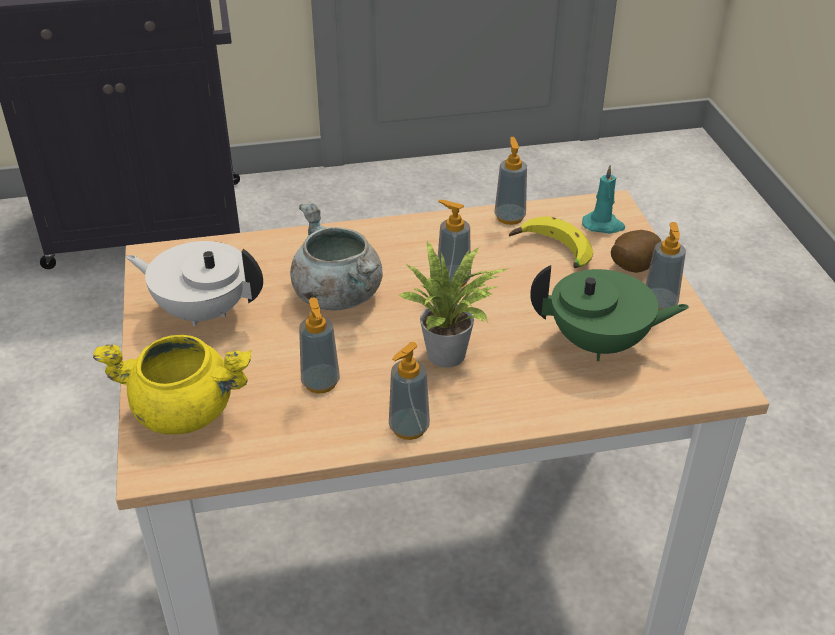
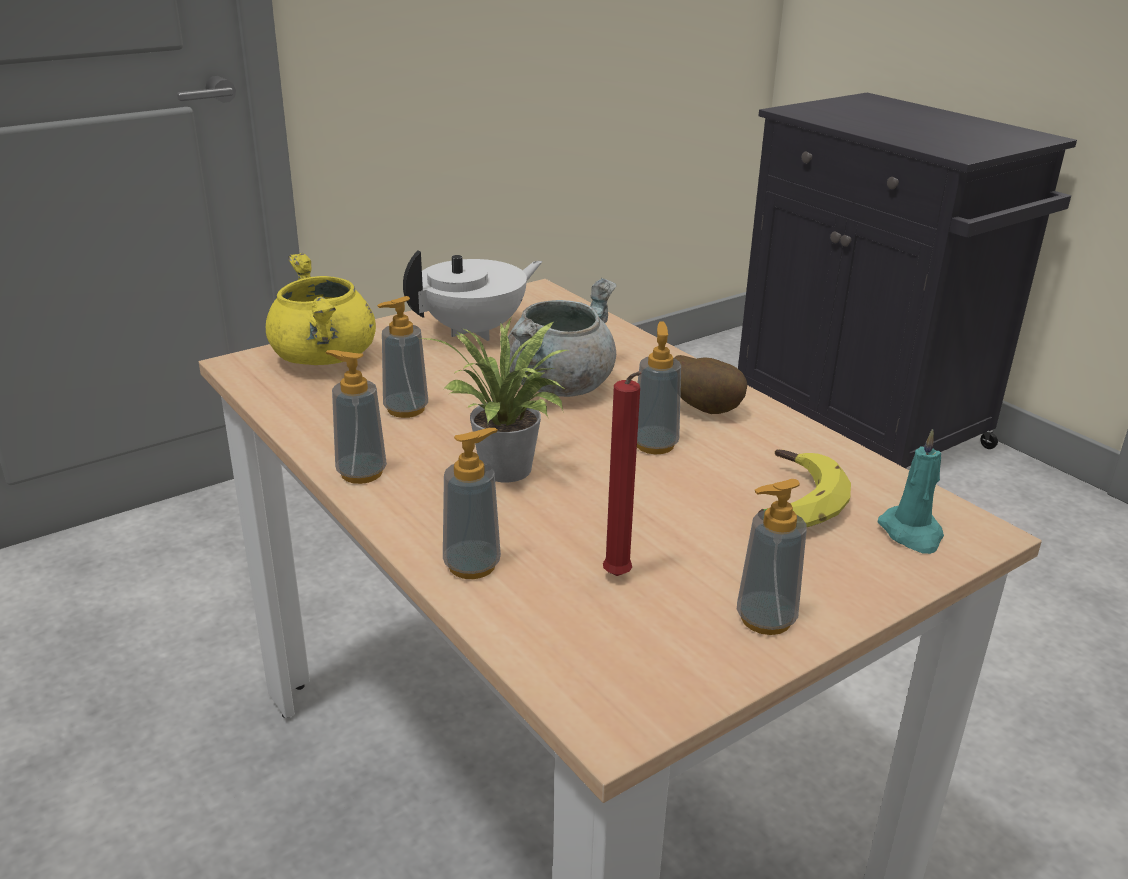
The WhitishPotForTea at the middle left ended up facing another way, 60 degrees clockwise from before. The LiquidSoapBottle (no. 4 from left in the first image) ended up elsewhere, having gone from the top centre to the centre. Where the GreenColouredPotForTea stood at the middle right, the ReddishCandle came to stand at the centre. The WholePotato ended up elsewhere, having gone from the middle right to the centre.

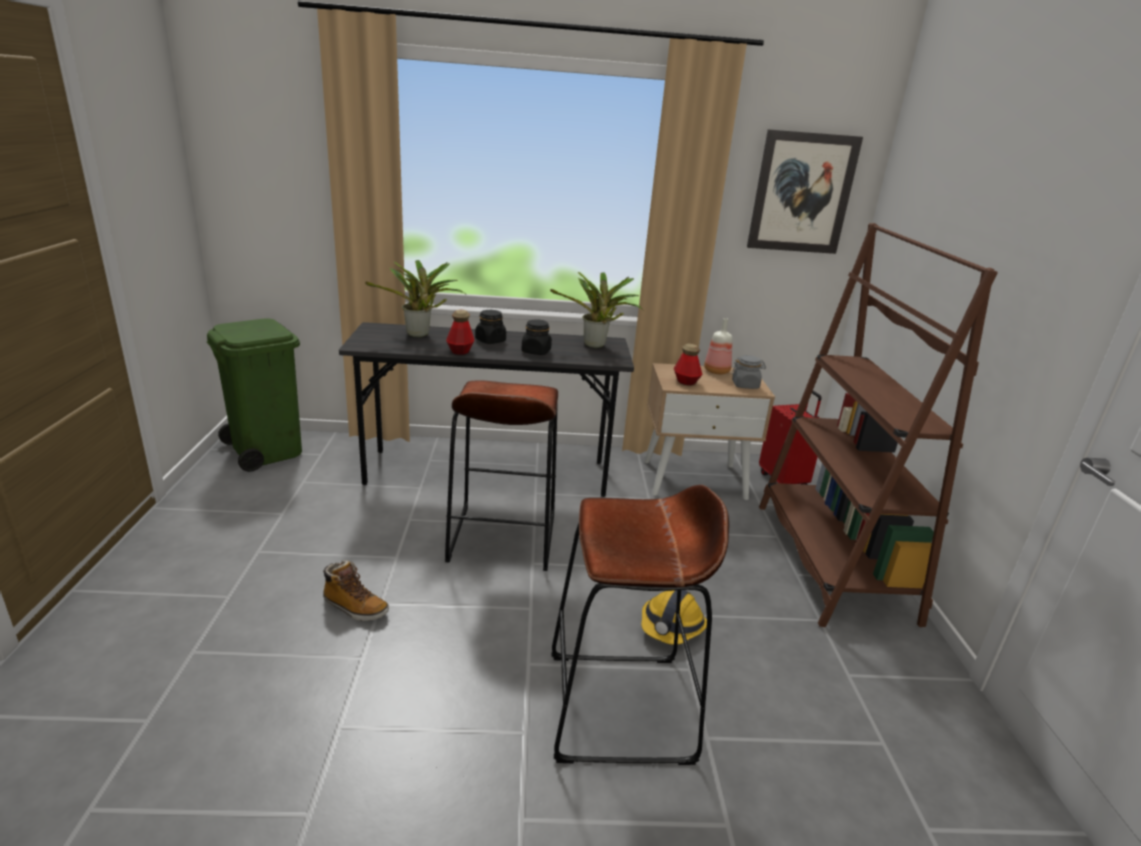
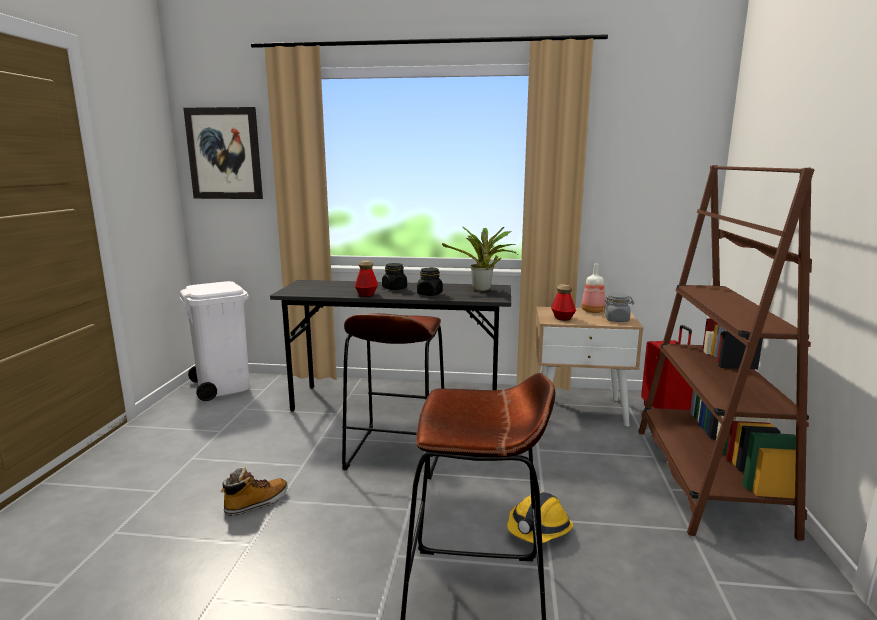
What was the GreenColouredTrashCan at the middle left turned into the WhitishTrashCan at the middle left. The HighTopBoot at the bottom left ended up facing another way, 75 degrees counterclockwise from before. The second view lost the PottedPlant (no. 1 from left) at the centre. The WallArt ended up elsewhere, having gone from the top right to the top left.

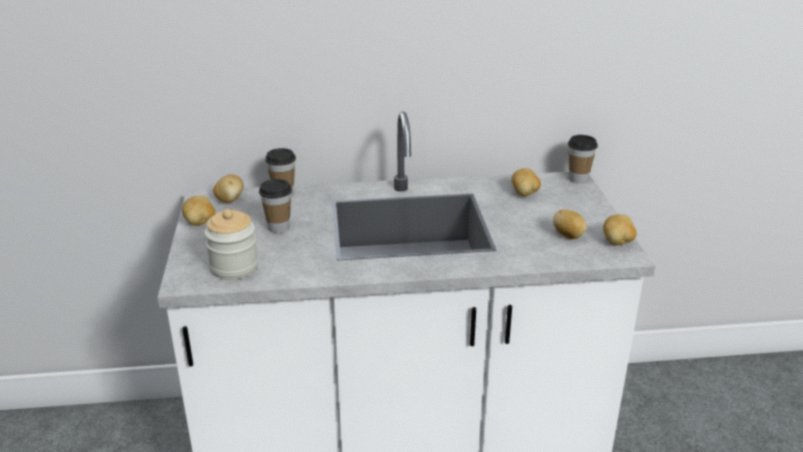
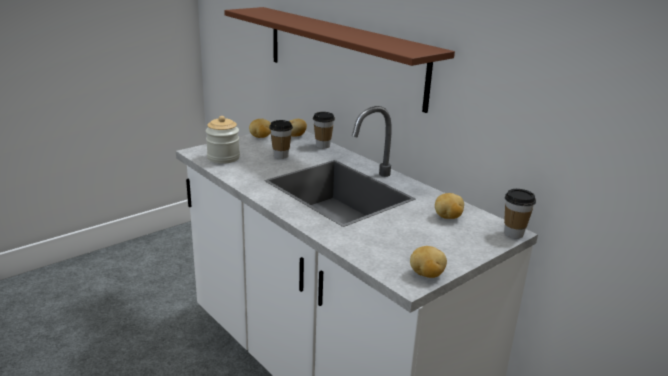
The second view lost the WholePotato (no. 4 from left) at the middle right. The second view gained the BrownishWallShelf at the top centre.

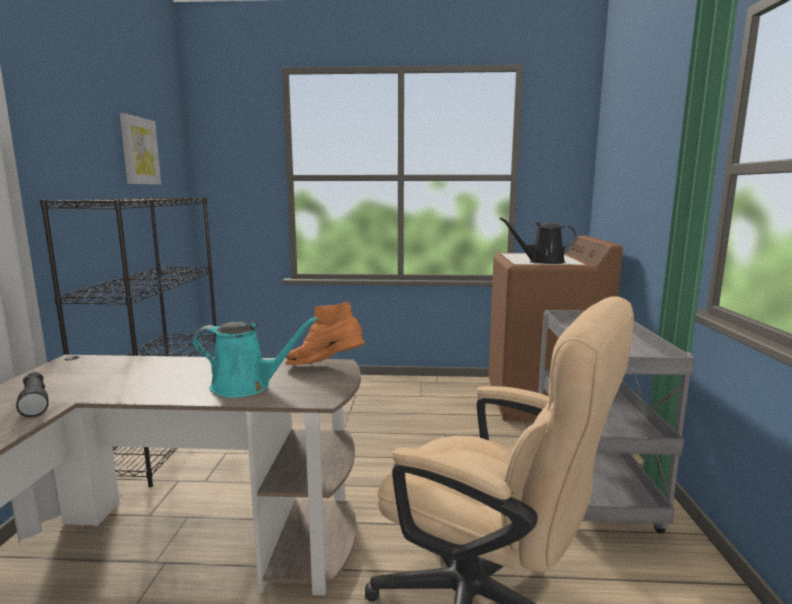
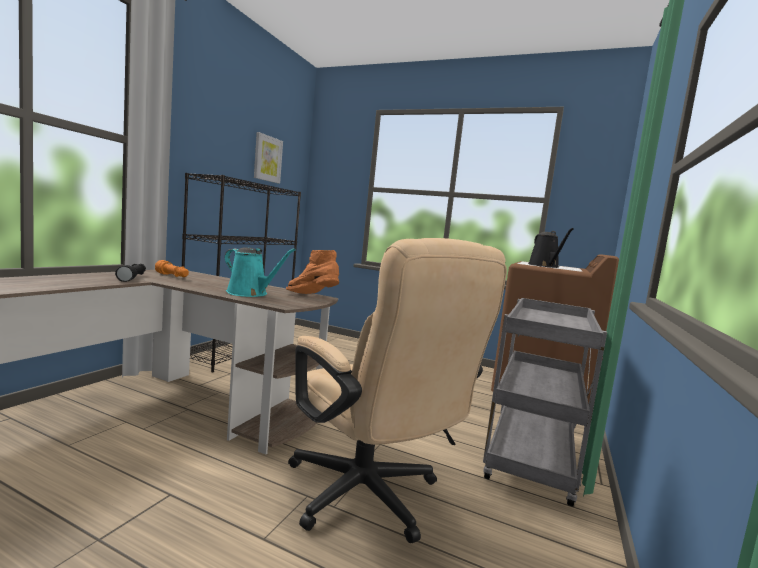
The BlackishSprinklingCan at the middle right ended up facing another way, 120 degrees counterclockwise from before. The second view gained the OrangeHandTorch at the middle left.

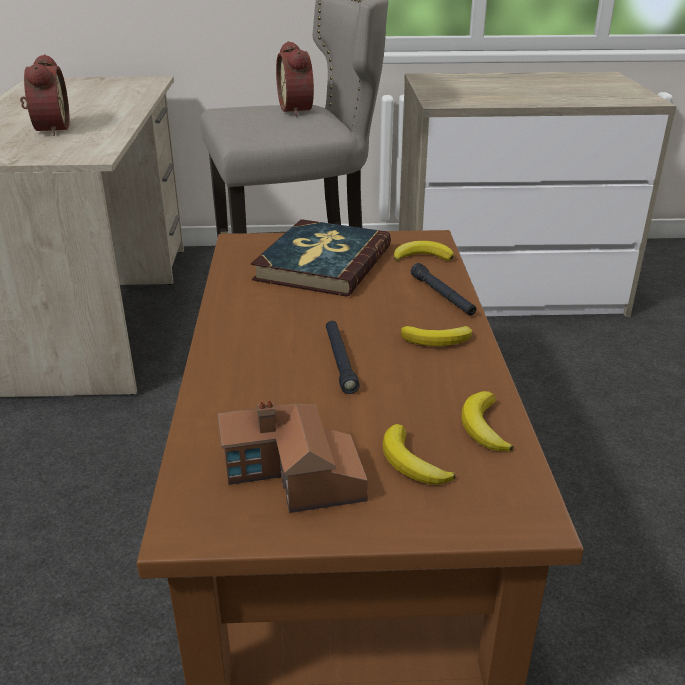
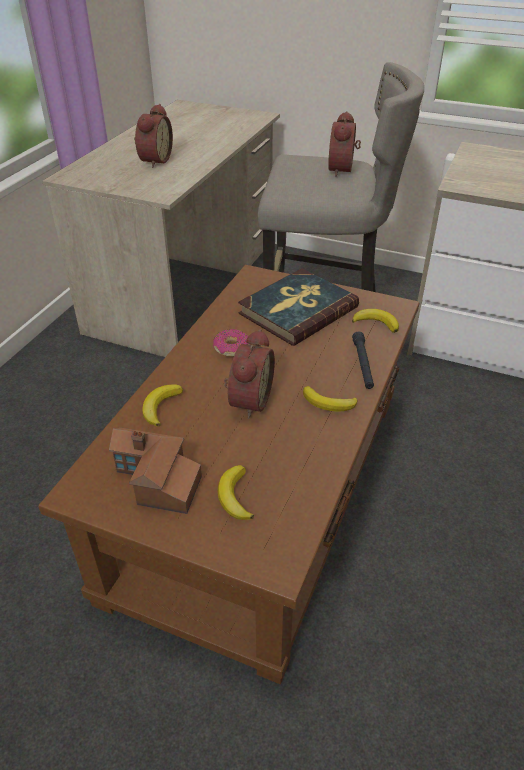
Where the BlackishHandTorch (no. 1 from left) stood at the centre, the AlarmClock (no. 2 from left) came to stand at the centre. The Banana (no. 4 from left in the first image) ended up elsewhere, having gone from the middle right to the middle left. The second view gained the Doughnut at the centre.

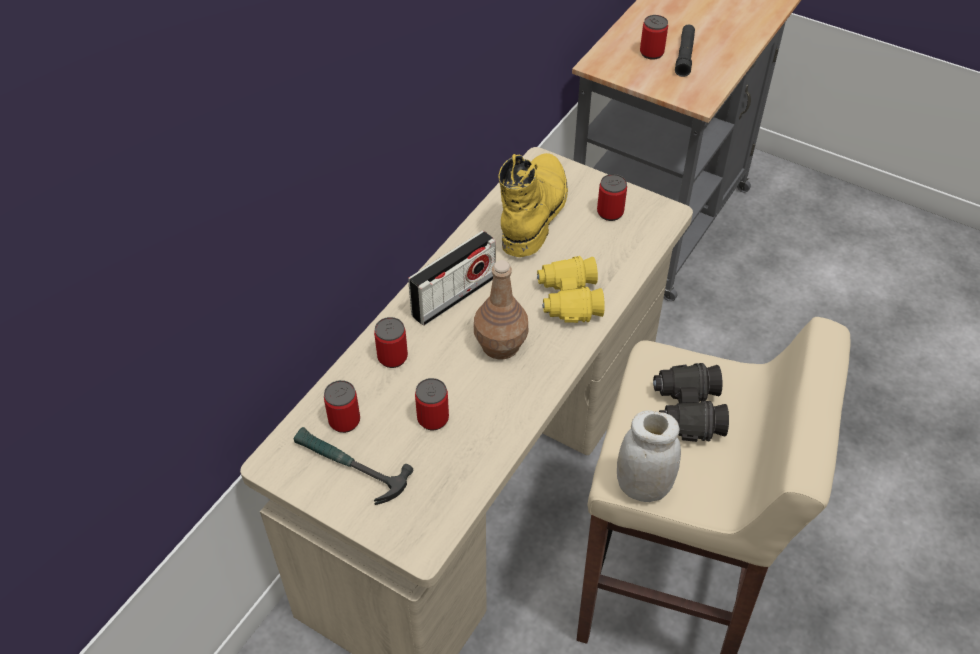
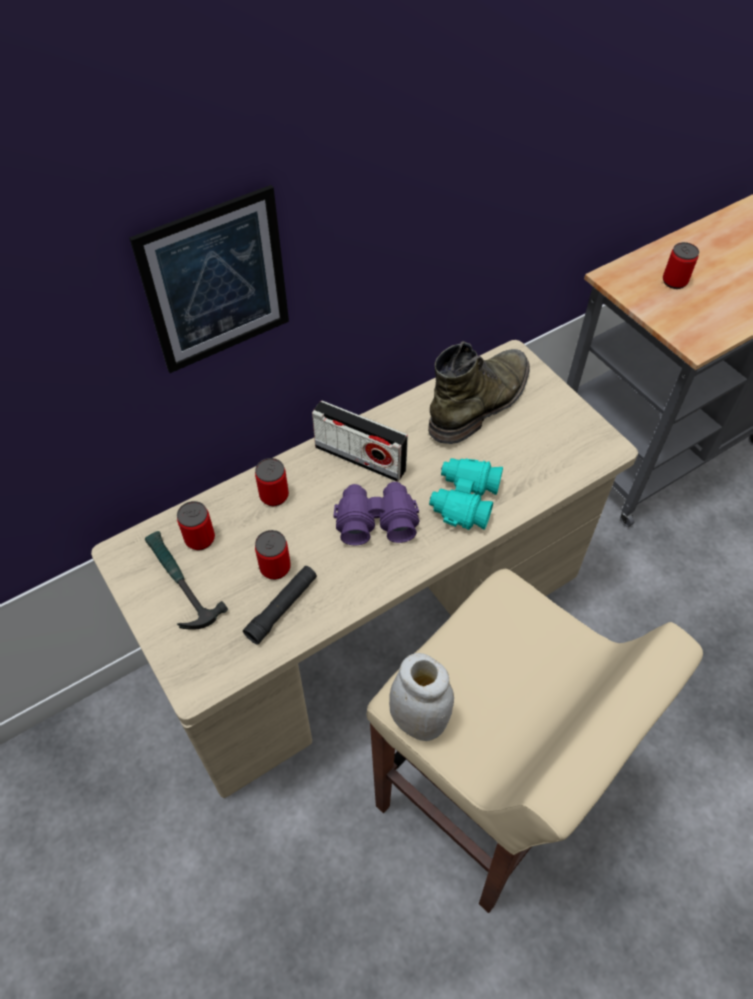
The RadioSet at the centre ended up facing another way, 45 degrees clockwise from before. Where the BrownishDrinkBottle stood at the centre, the PurpleColouredPairOfBinoculars came to stand at the centre. What was the YellowHighTopBoot at the top centre turned into the GreenColouredHighTopBoot at the centre. What was the YellowPairOfBinoculars at the centre turned into the TurquoiseColouredPairOfBinoculars at the centre. The second view lost the MetalCan (no. 4 from left) at the top centre. The second view lost the BlackishPairOfBinoculars at the middle right. The BlackishHandTorch ended up elsewhere, having gone from the top right to the centre. The second view gained the WallArt at the top left.

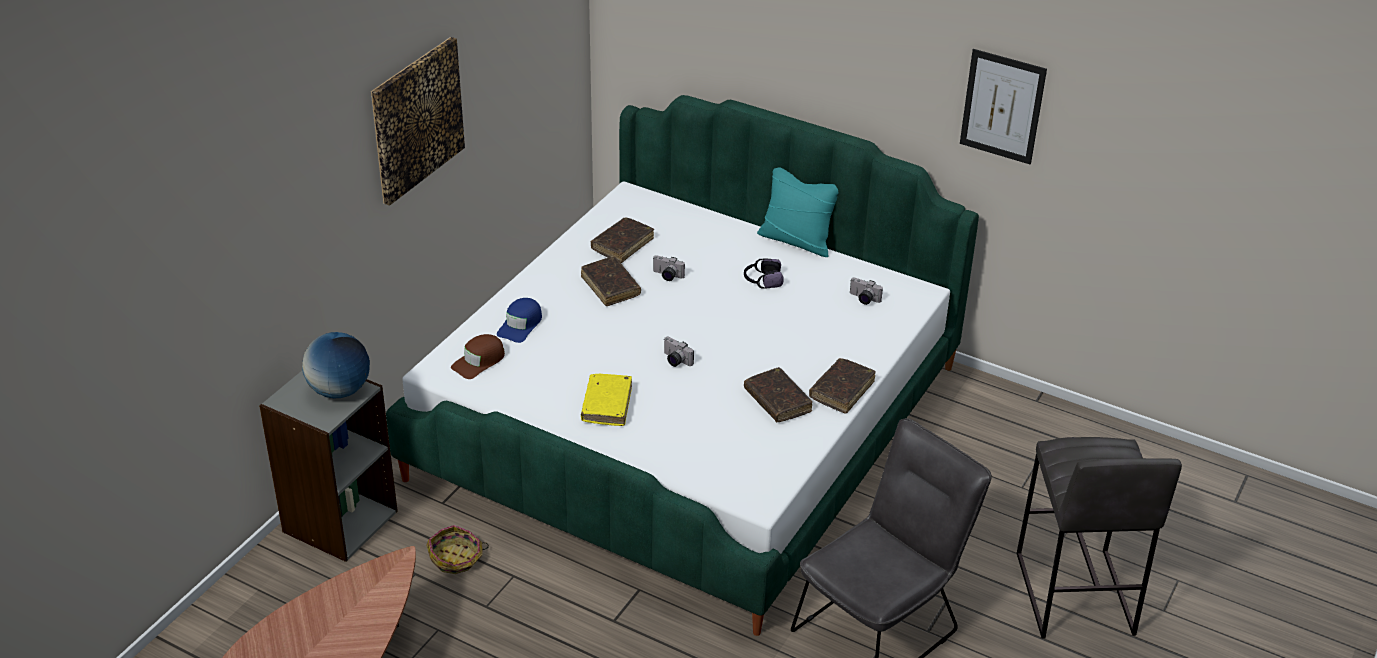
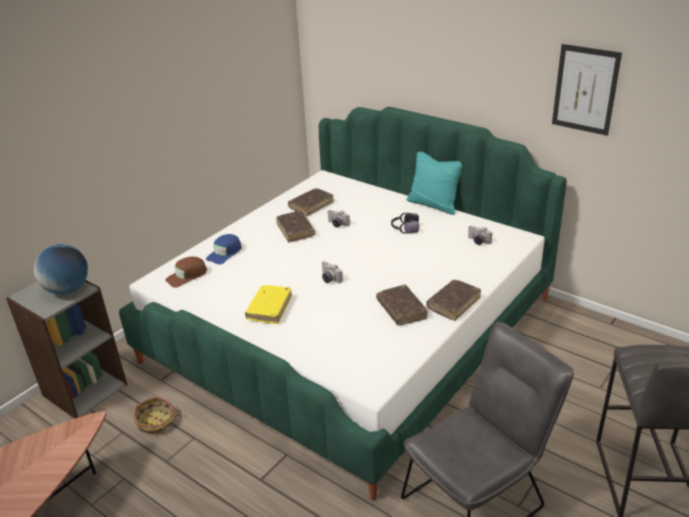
The second view lost the WallArt (no. 1 from left) at the top left.

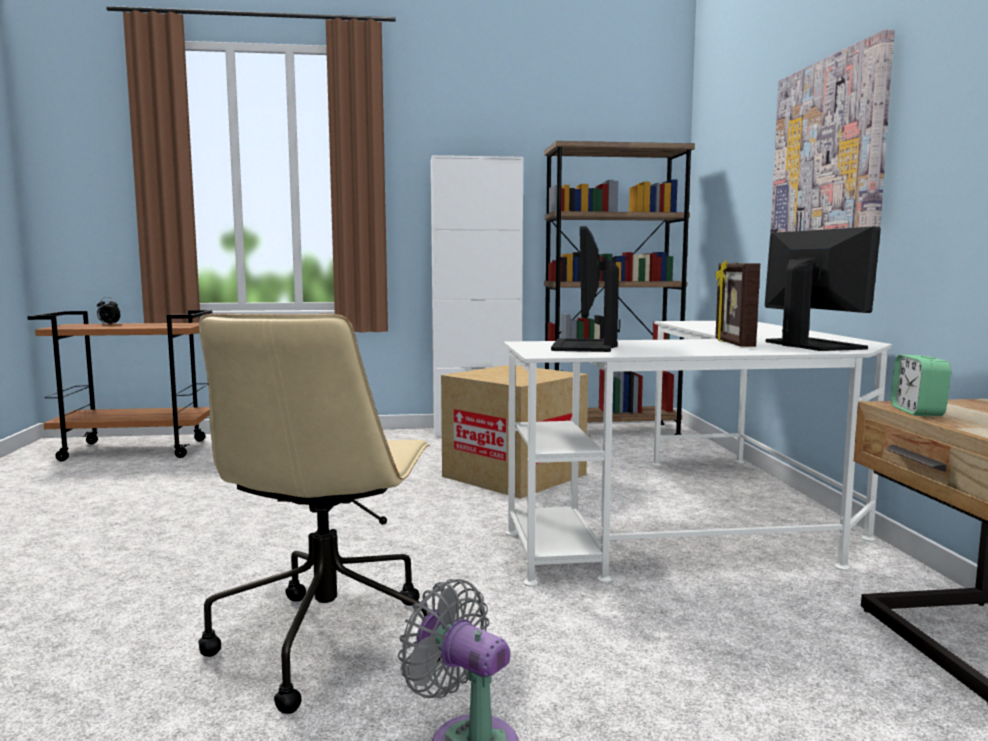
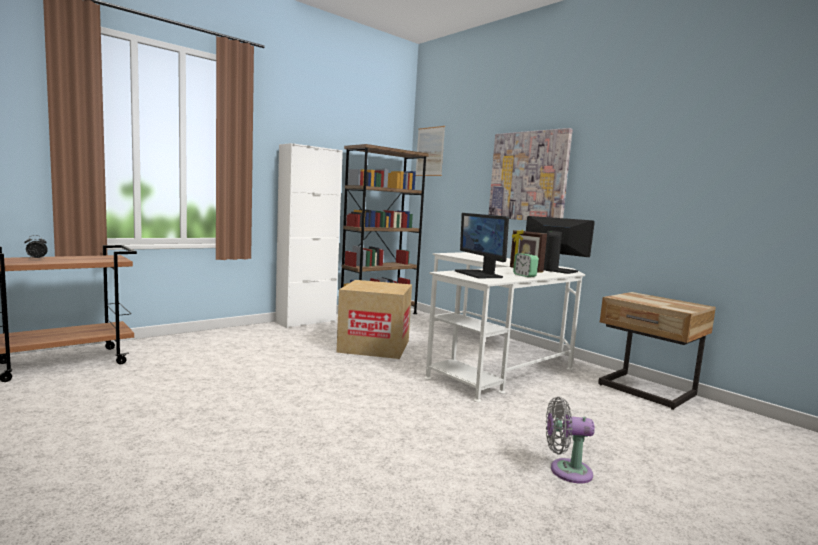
The second view lost the SandColouredComputerChair at the bottom left. The AlarmClock (no. 2 from left) ended up elsewhere, having gone from the middle right to the centre. The second view gained the WallArt (no. 1 from left) at the top centre.

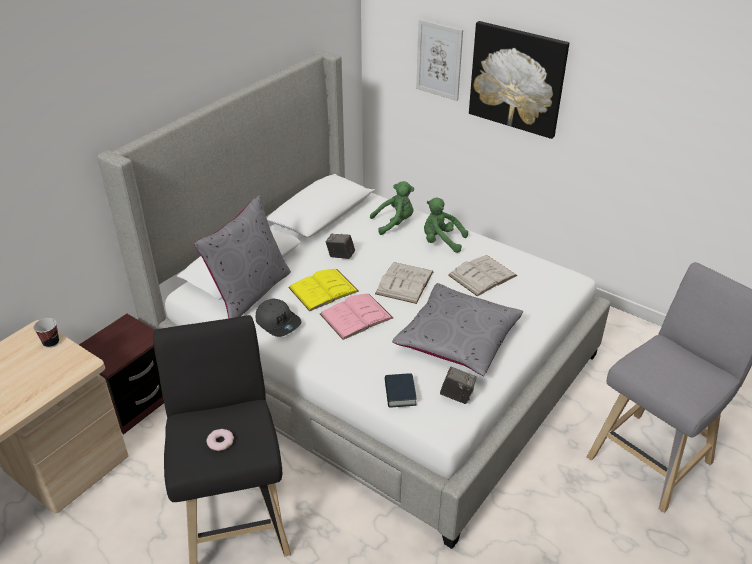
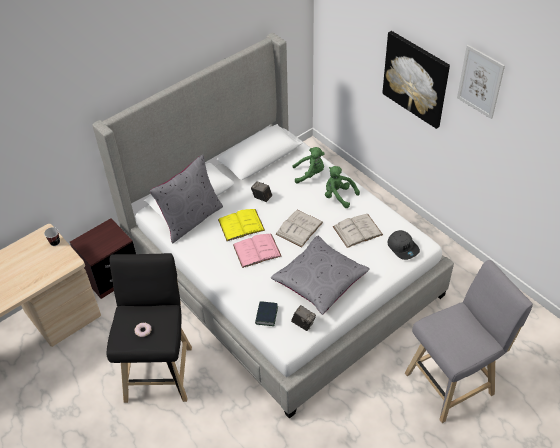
The GreyPeakedCap ended up elsewhere, having gone from the centre to the middle right. The WallArt (no. 1 from left in the first image) ended up elsewhere, having gone from the top centre to the top right.

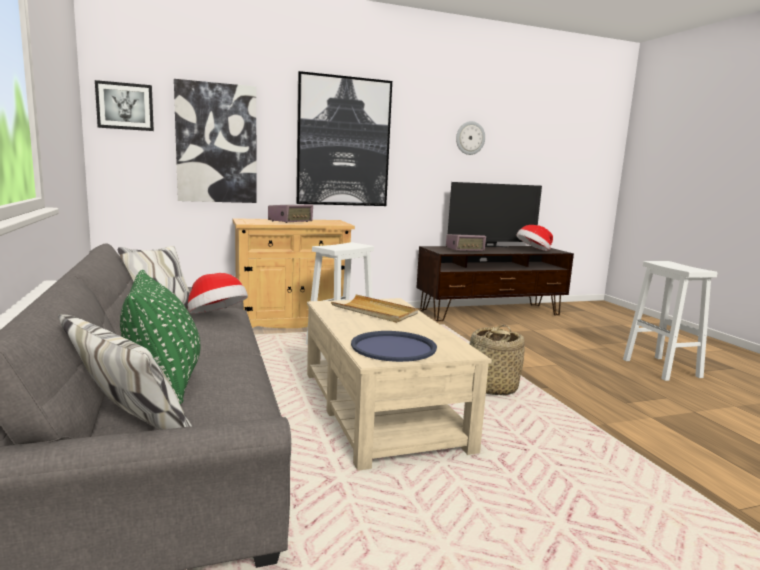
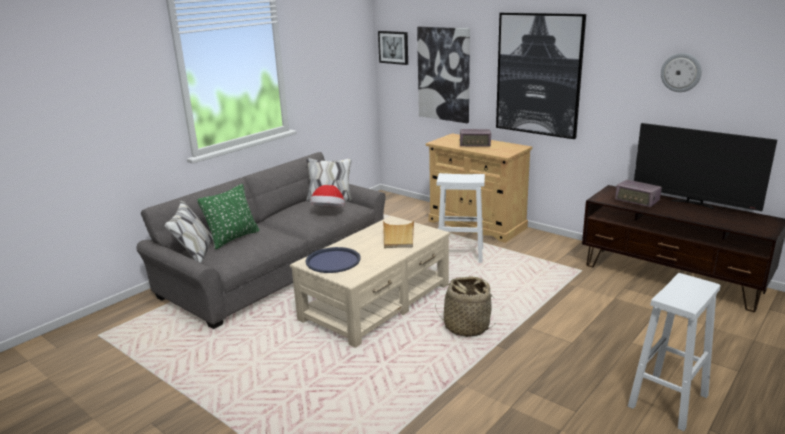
The second view lost the WearableHat (no. 2 from left) at the middle right.

